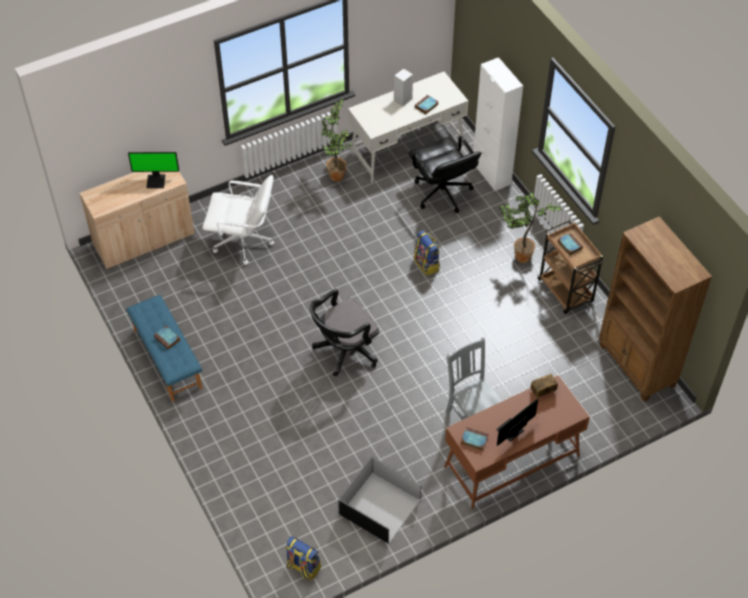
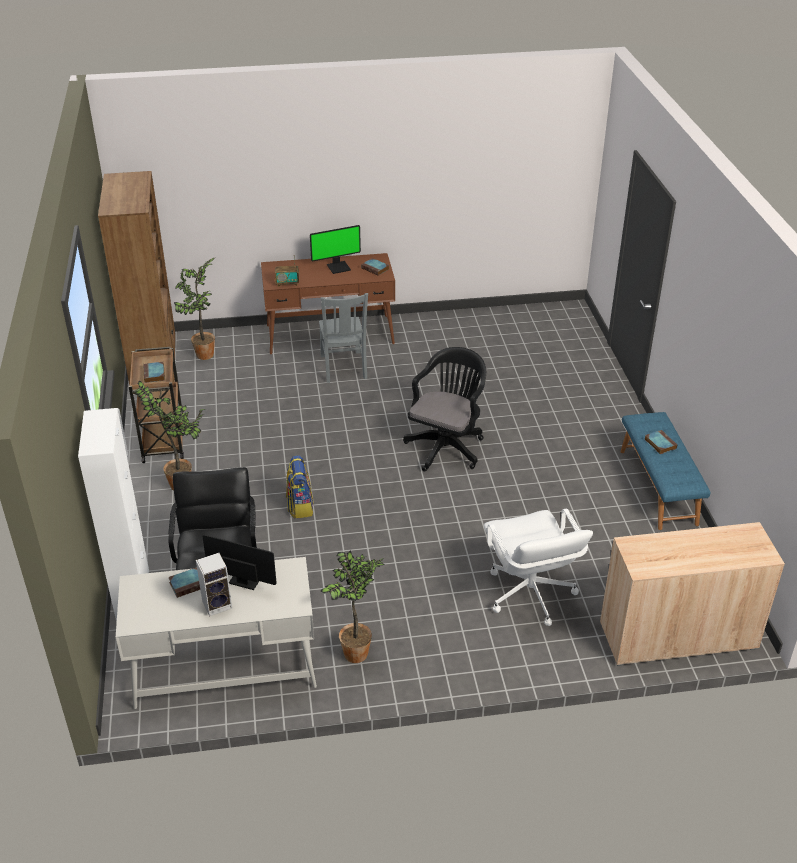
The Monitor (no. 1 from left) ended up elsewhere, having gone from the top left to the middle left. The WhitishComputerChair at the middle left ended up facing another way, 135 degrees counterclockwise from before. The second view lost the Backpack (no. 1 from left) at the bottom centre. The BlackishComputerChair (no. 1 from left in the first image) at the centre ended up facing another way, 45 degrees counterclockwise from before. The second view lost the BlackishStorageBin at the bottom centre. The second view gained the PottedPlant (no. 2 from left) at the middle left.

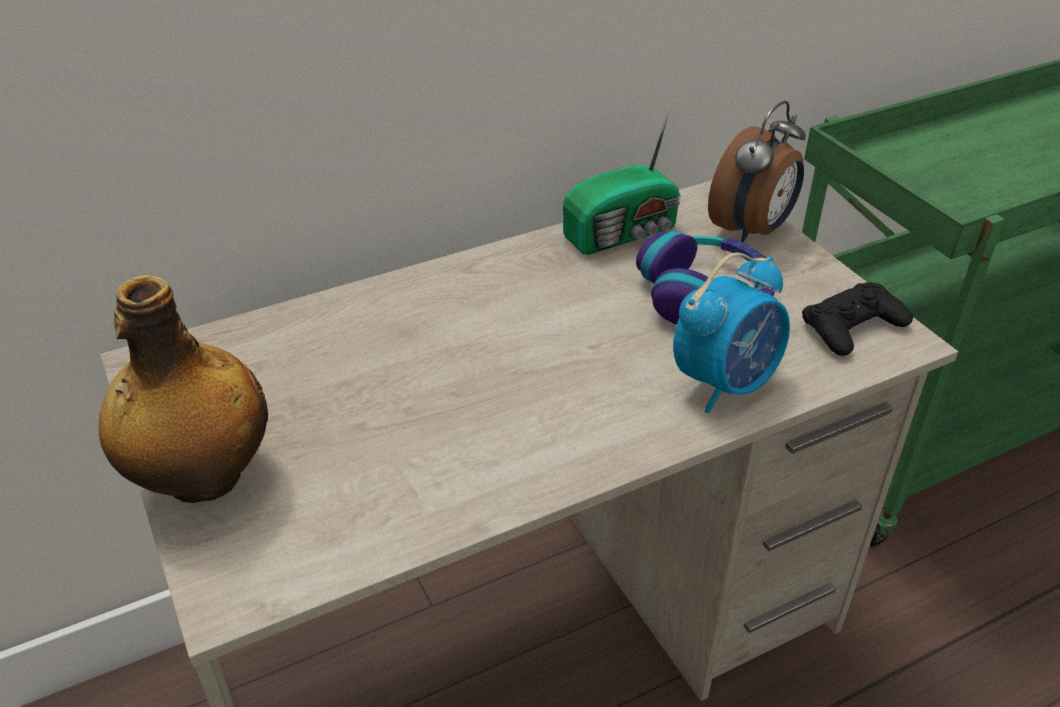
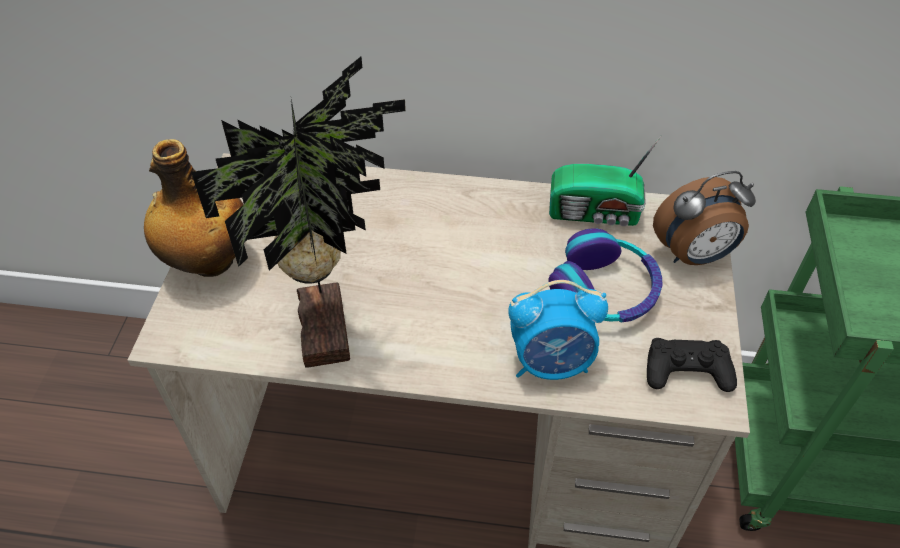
The second view gained the PottedPlant at the middle left.

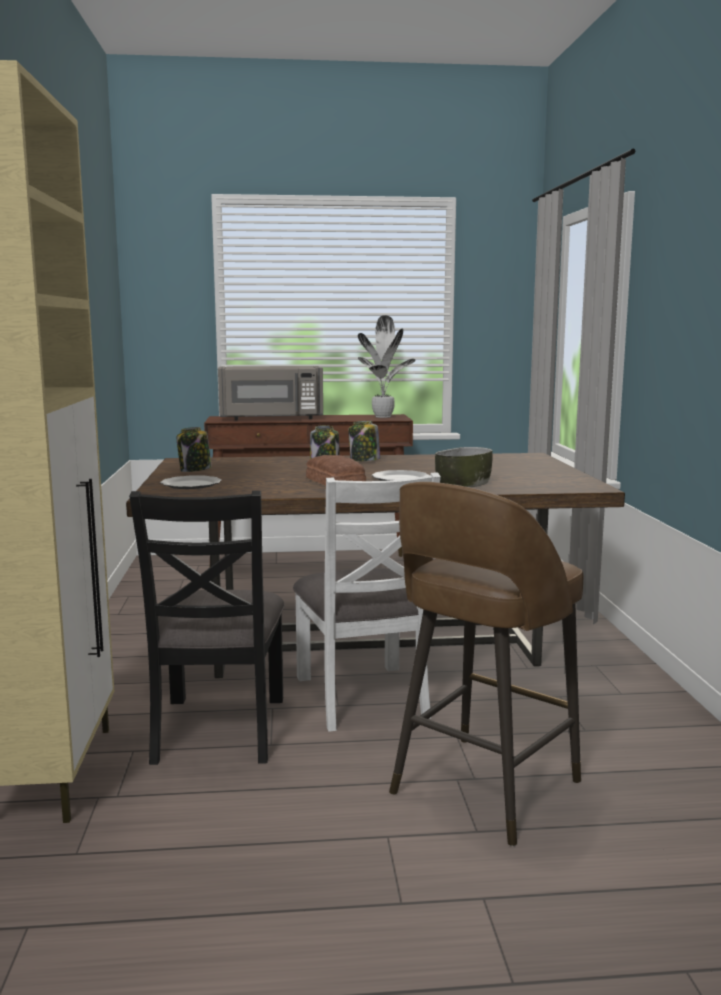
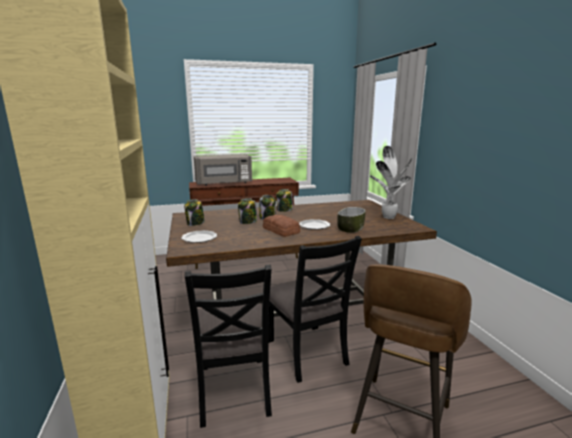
What was the WhitishUprightChair at the centre turned into the BlackishUprightChair (no. 2 from left) at the bottom centre. The PottedPlant ended up elsewhere, having gone from the centre to the middle right. The second view gained the Jar (no. 2 from left) at the centre.

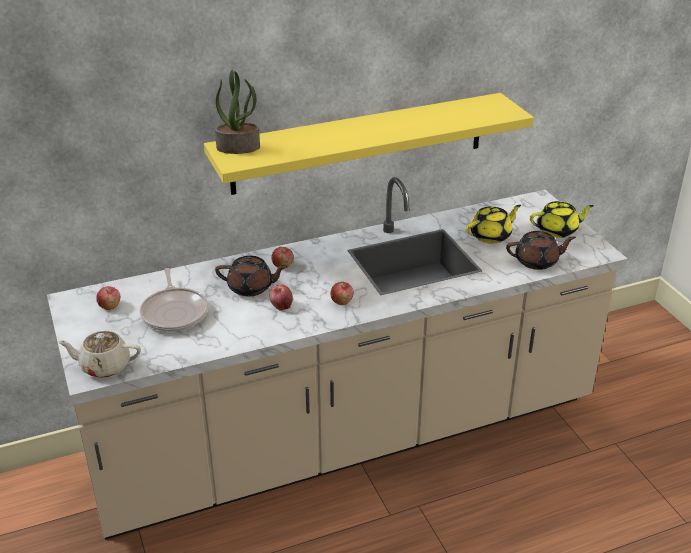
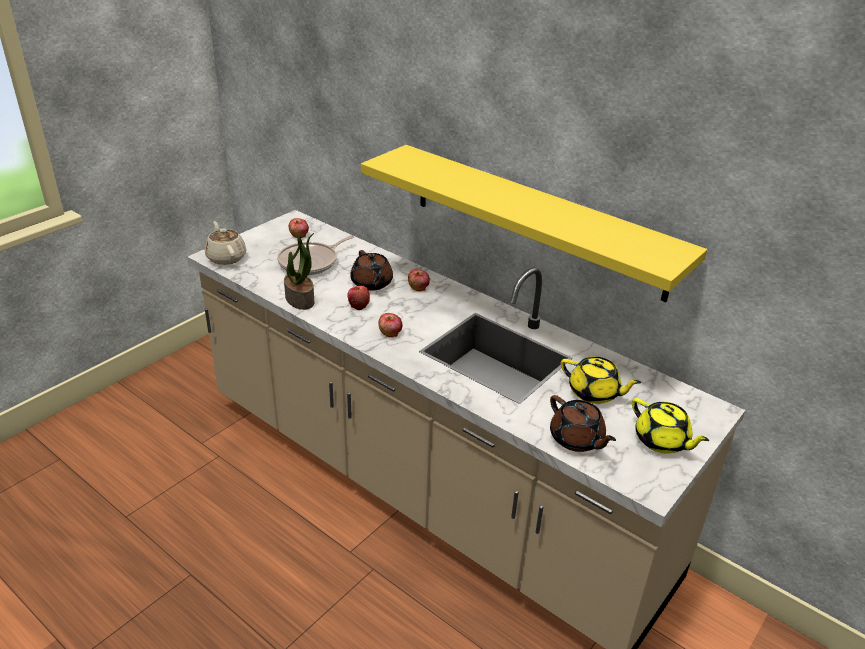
The PottedPlant ended up elsewhere, having gone from the top centre to the centre.

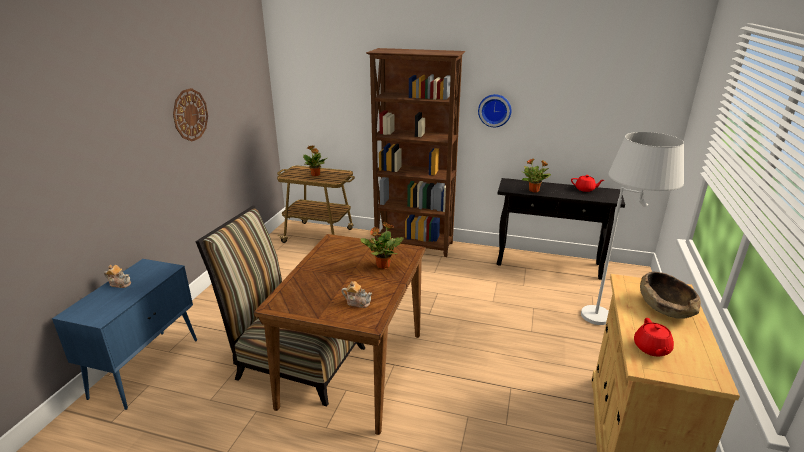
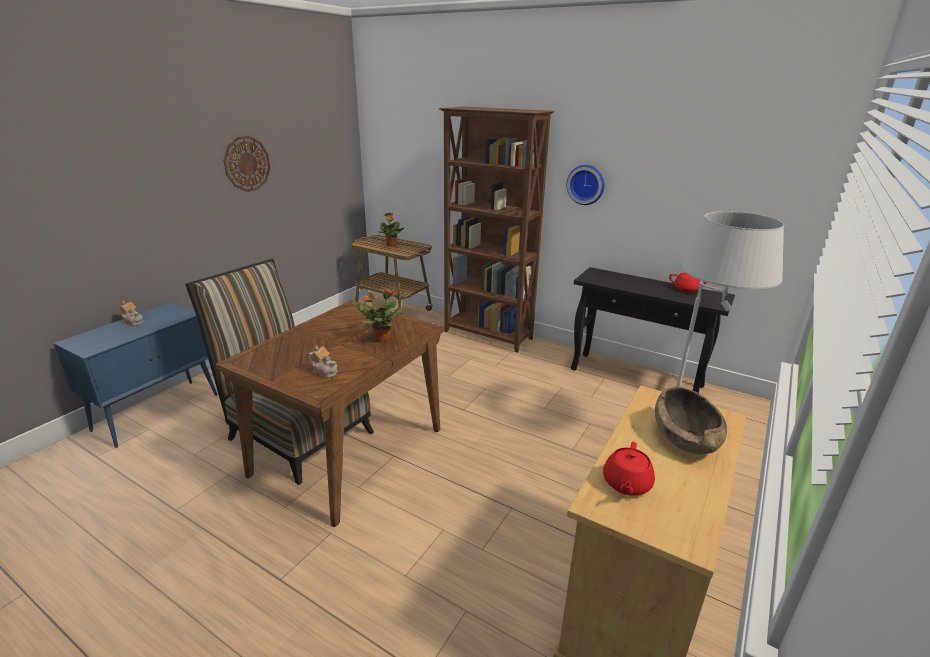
The second view lost the PottedPlant (no. 3 from left) at the middle right.

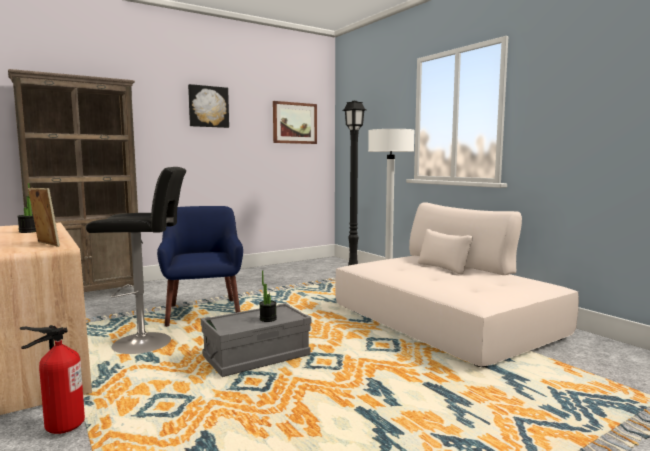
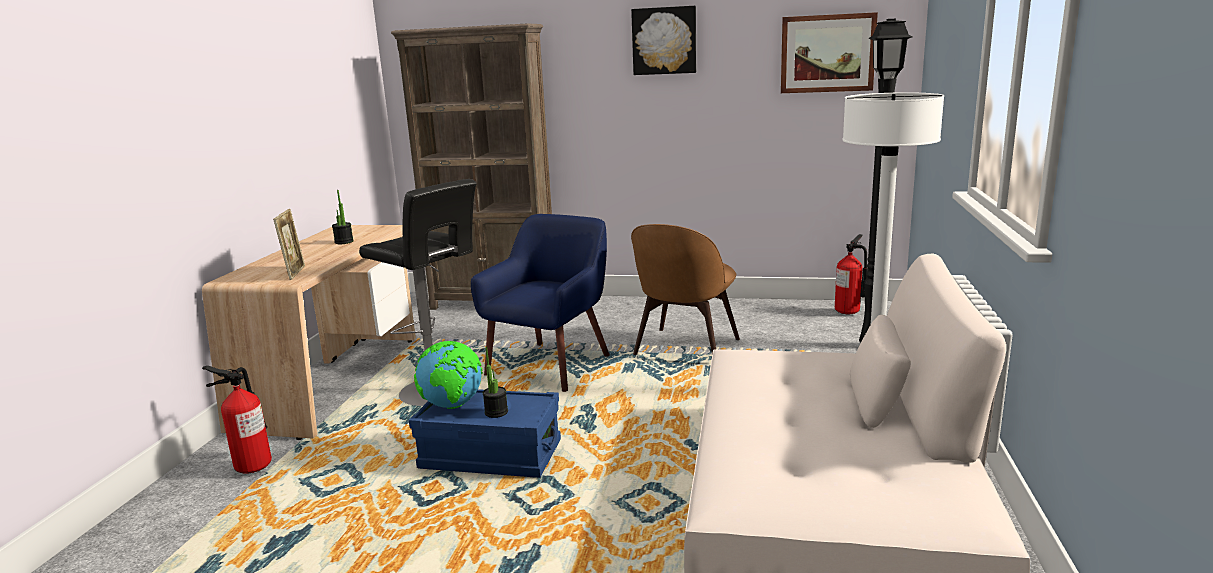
What was the GreyStorageBin at the bottom centre turned into the BlueColouredStorageBin at the bottom centre. The second view gained the DeskGlobe at the centre. The second view gained the BrownishUprightChair at the centre. The second view gained the FireFightingCylinder (no. 2 from left) at the middle right.

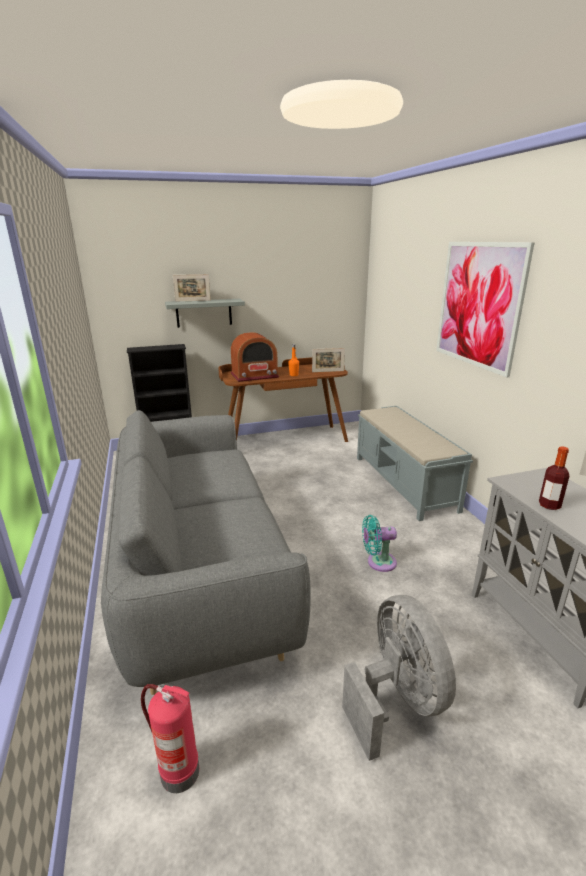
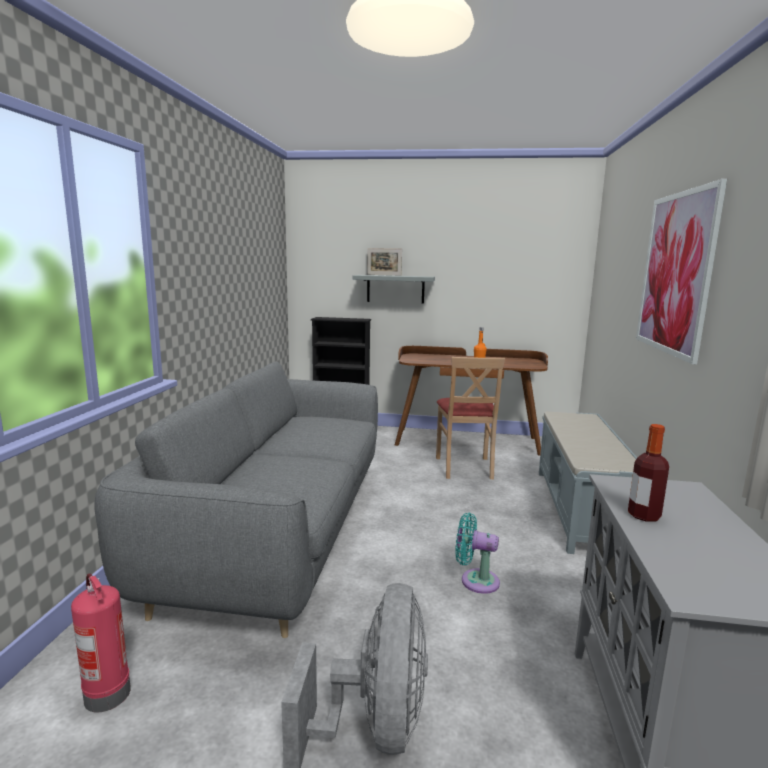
The second view lost the RadioSet at the centre. The second view lost the PictureFrame (no. 2 from left) at the centre. The second view gained the SandColouredUprightChair at the centre.

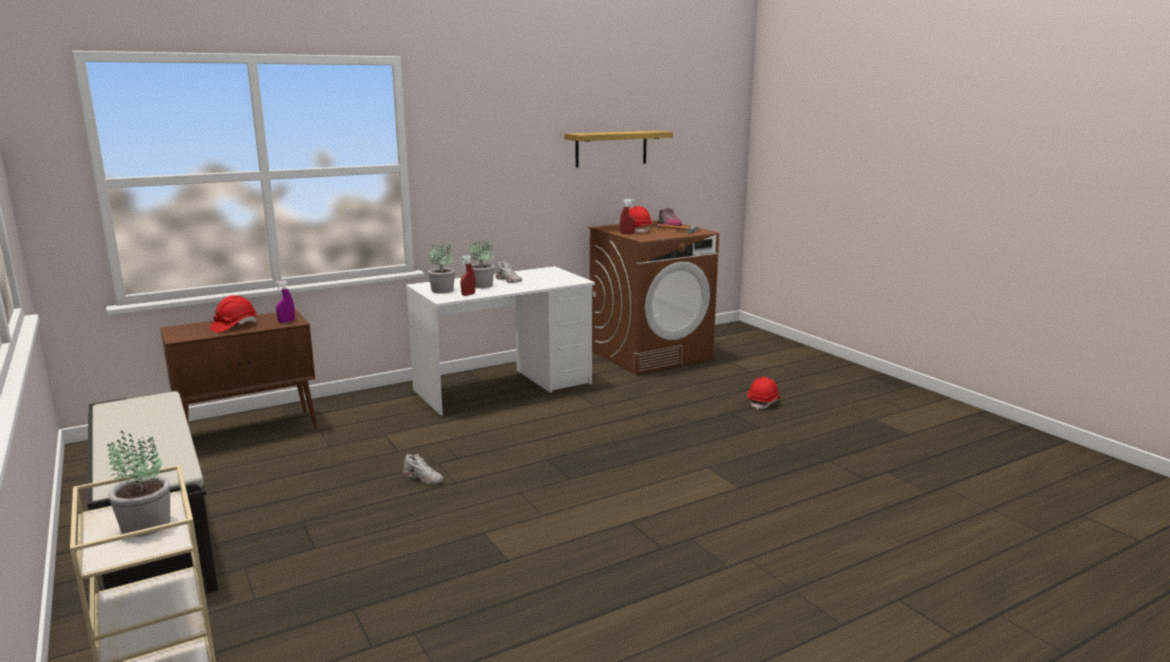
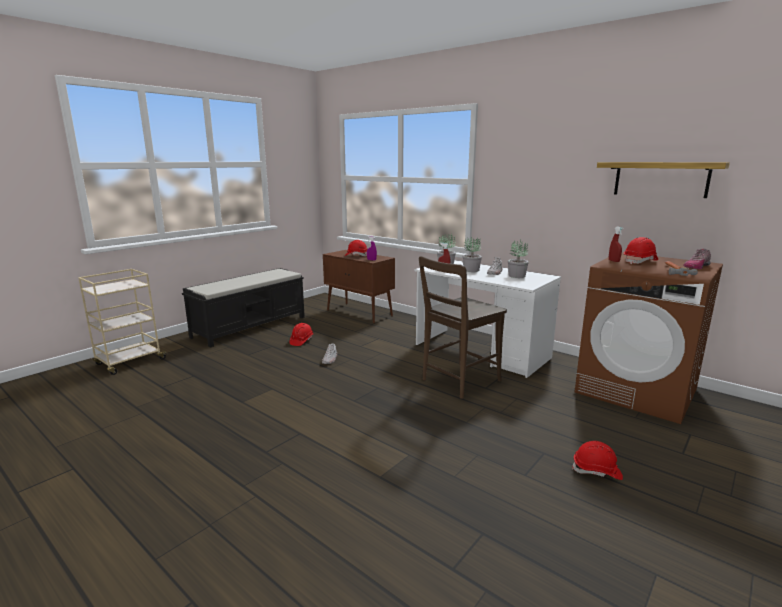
The PottedPlant (no. 1 from left in the first image) ended up elsewhere, having gone from the bottom left to the centre. The second view gained the ReddishWorkHelmet (no. 1 from left) at the centre. The second view gained the BrownishUprightChair at the centre.

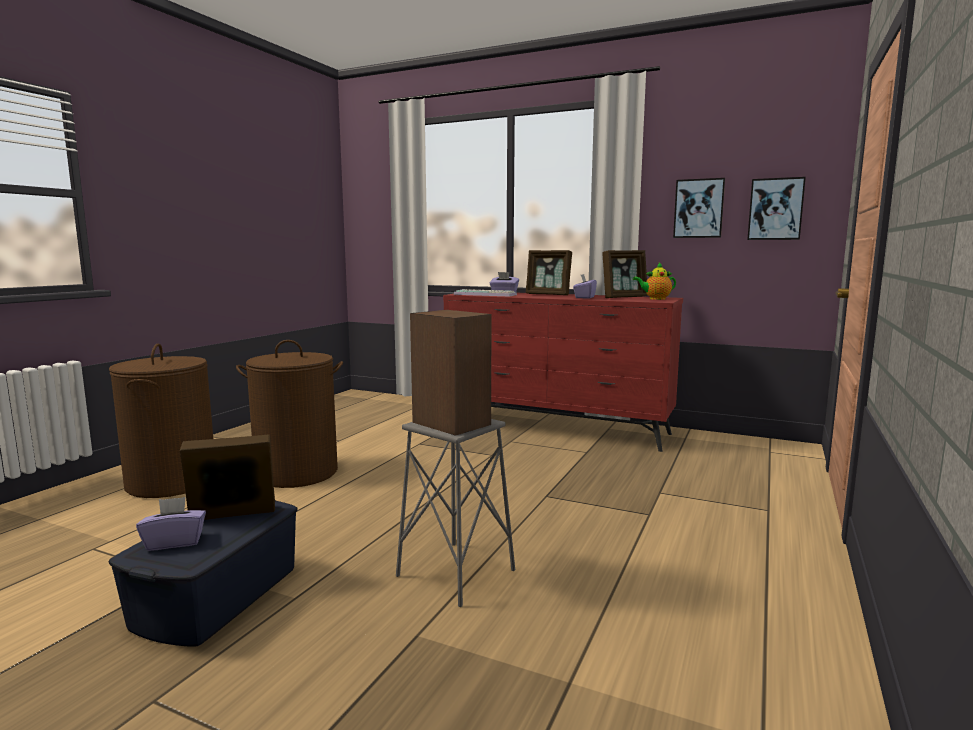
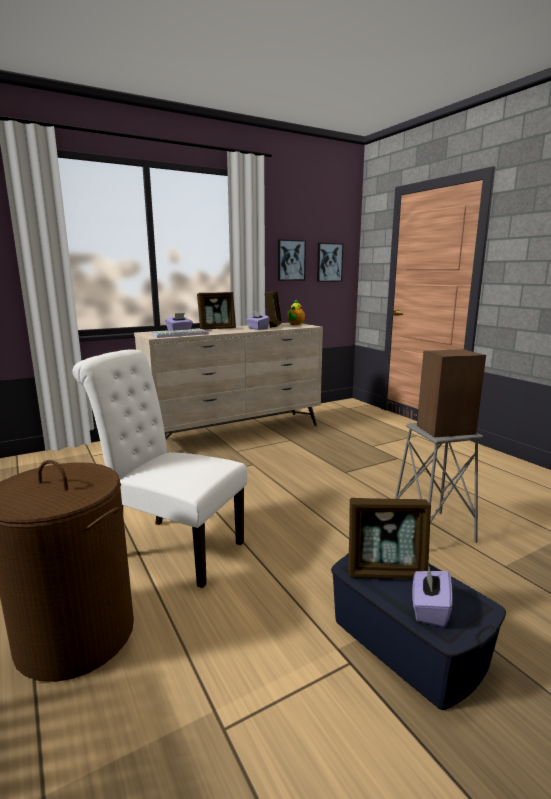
The PictureFrame (no. 1 from left in the first image) at the middle left ended up facing another way, 105 degrees counterclockwise from before. Where the BrownishHamper (no. 2 from left) stood at the middle left, the WhitishUprightChair came to stand at the middle left. What was the ReddishChestOfDrawers at the centre turned into the SandColouredChestOfDrawers at the centre.

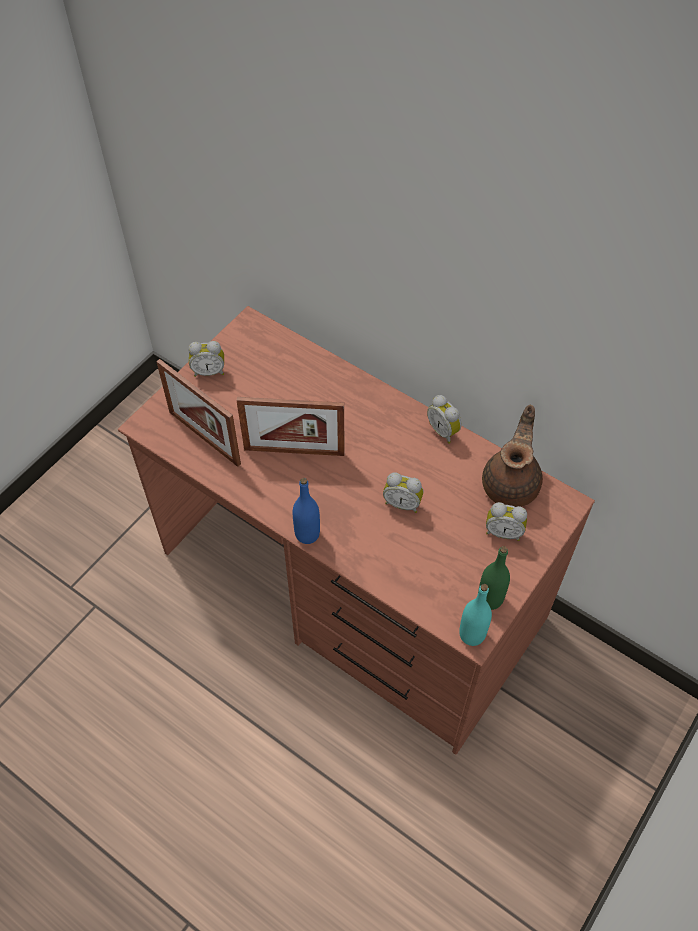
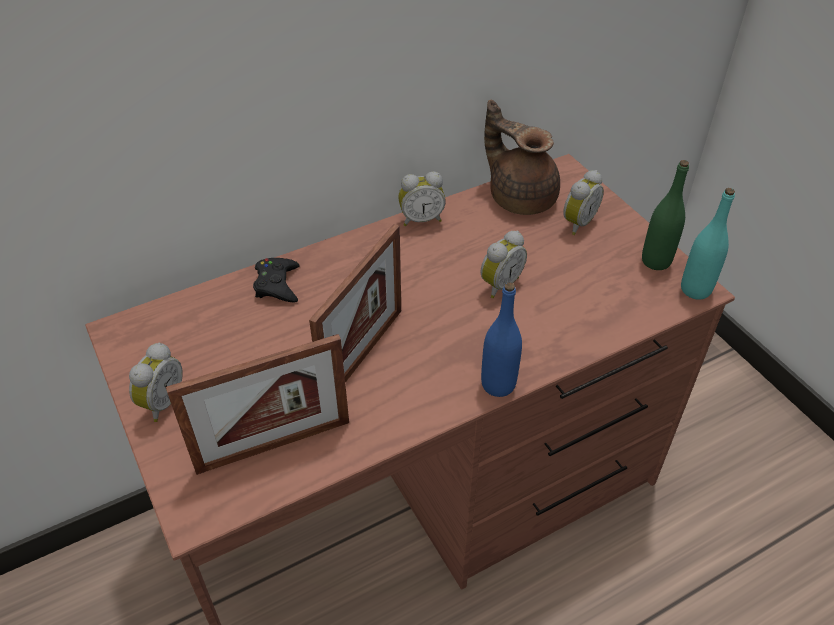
The second view gained the BlackishGamepad at the middle left.

